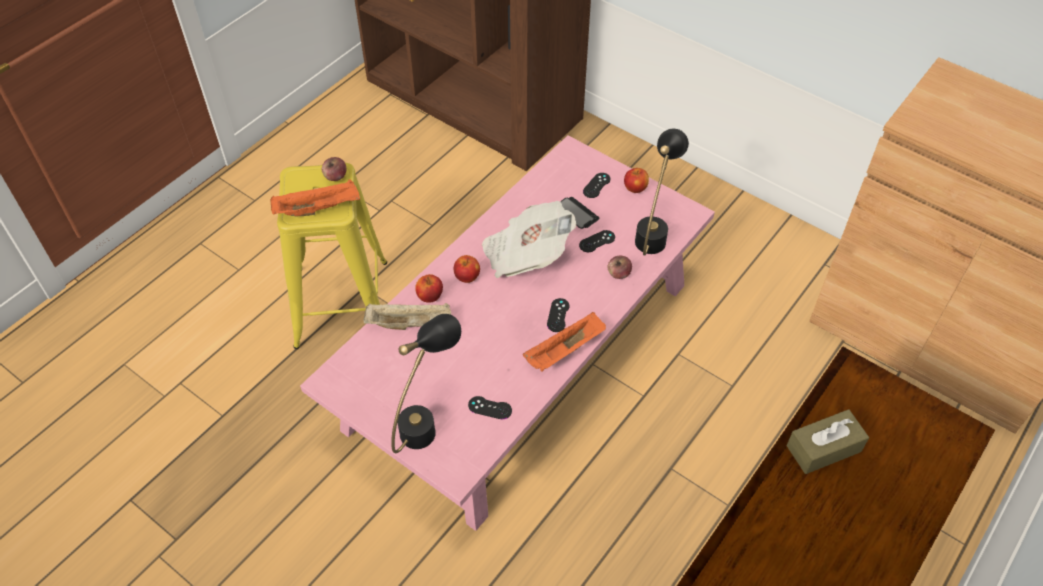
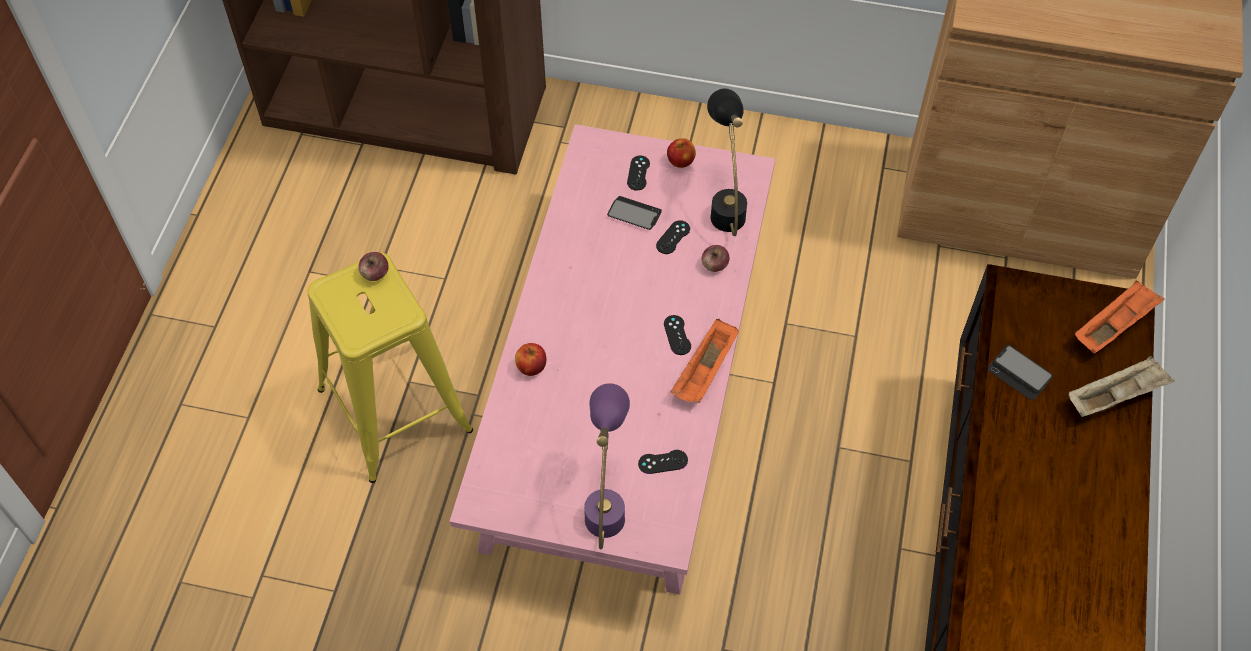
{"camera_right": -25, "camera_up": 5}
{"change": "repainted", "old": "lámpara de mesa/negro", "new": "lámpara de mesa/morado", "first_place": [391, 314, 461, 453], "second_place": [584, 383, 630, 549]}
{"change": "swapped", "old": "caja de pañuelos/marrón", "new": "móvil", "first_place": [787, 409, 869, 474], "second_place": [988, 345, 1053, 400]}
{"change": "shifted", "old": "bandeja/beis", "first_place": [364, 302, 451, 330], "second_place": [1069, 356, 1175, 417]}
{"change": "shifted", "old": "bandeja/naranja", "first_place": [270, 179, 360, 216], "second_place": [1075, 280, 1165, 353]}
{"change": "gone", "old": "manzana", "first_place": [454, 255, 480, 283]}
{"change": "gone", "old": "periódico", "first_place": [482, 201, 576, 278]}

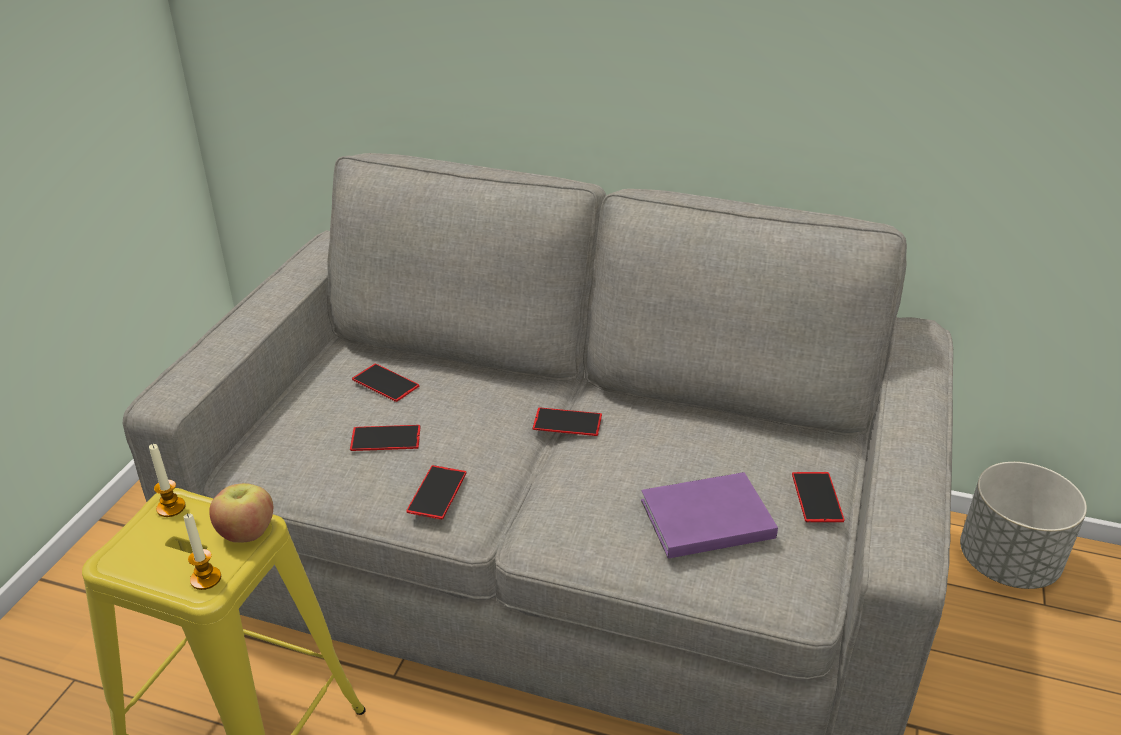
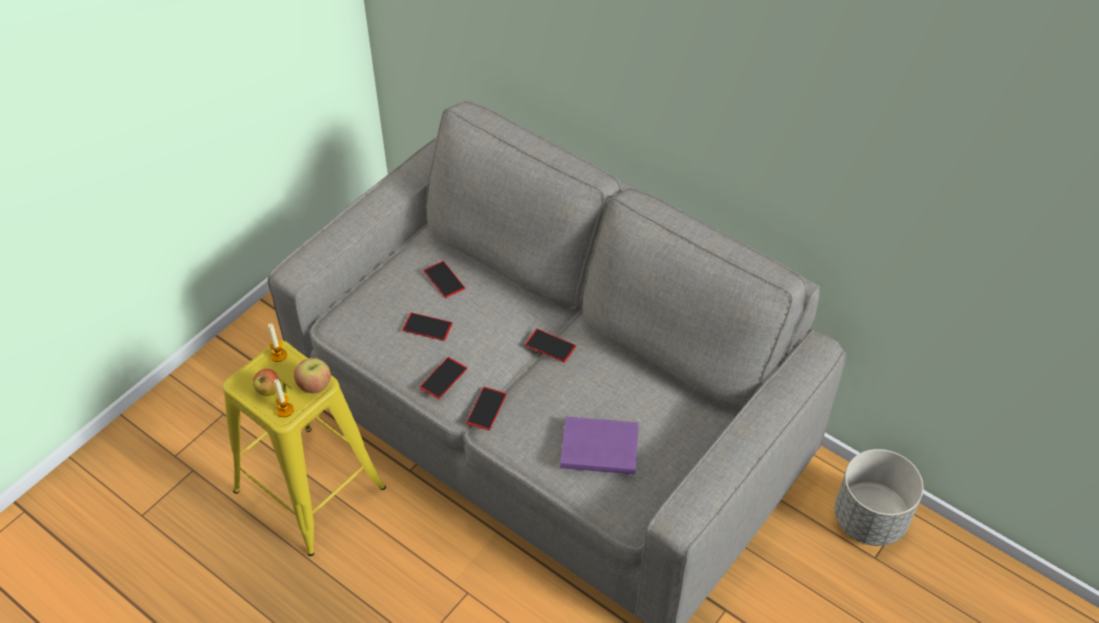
{"camera_right": 20, "camera_up": 15}
{"change": "new", "new": "manzana", "second_place": [253, 369, 281, 396]}
{"change": "shifted", "old": "móvil", "first_place": [792, 472, 844, 522], "second_place": [466, 387, 507, 430]}

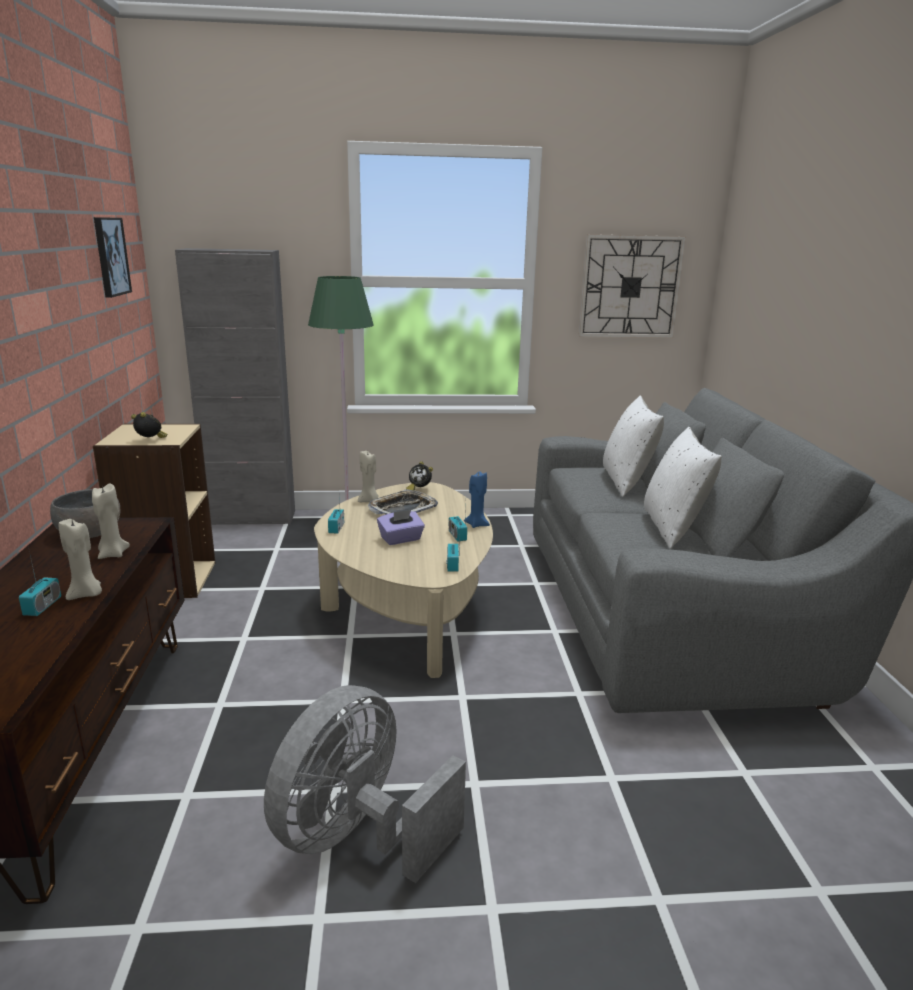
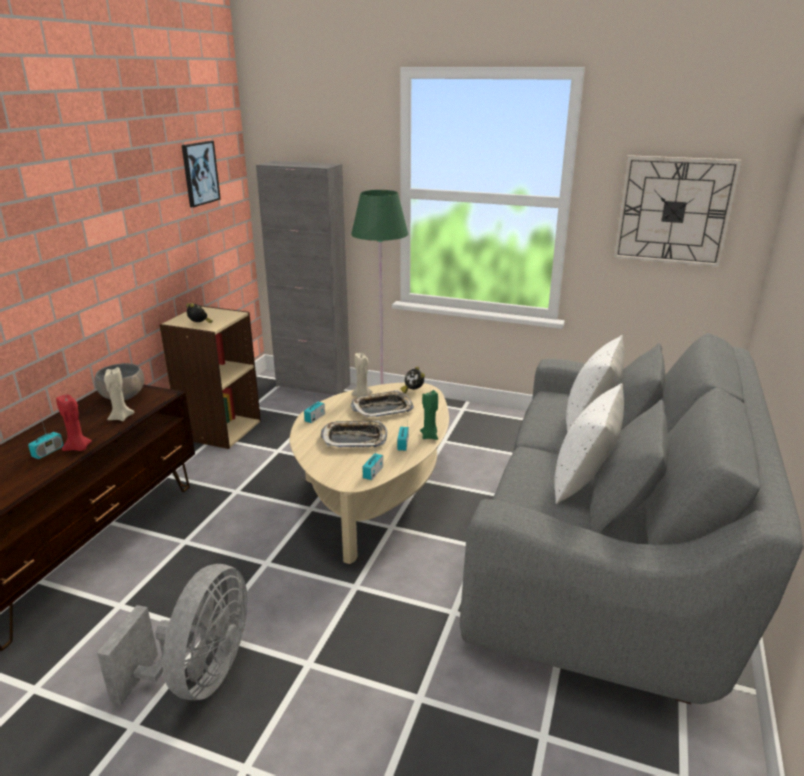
{"camera_right": 25, "camera_up": 5}
{"change": "repainted", "old": "vela/beis", "new": "vela/rojo", "first_place": [58, 519, 102, 600], "second_place": [56, 395, 92, 451]}
{"change": "rotated", "old": "ventilador/gris", "first_place": [264, 685, 466, 883], "second_place": [97, 564, 247, 705], "degrees": 135}
{"change": "swapped", "old": "caja de pañuelos/morado", "new": "bandeja", "first_place": [377, 510, 425, 545], "second_place": [320, 420, 388, 447]}
{"change": "repainted", "old": "vela/azul", "new": "vela/verde", "first_place": [464, 470, 490, 528], "second_place": [420, 390, 438, 440]}

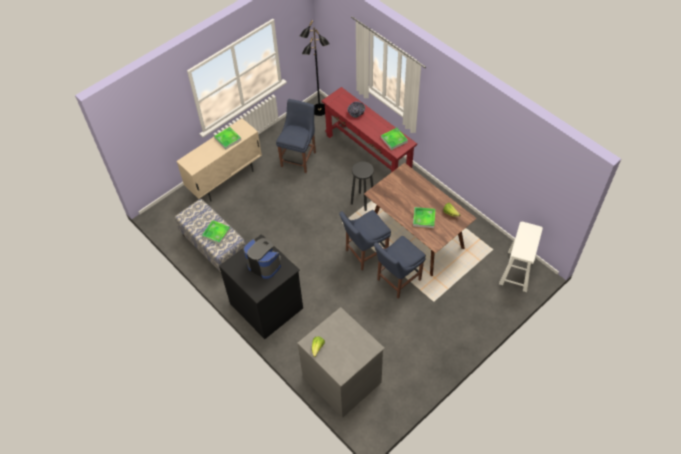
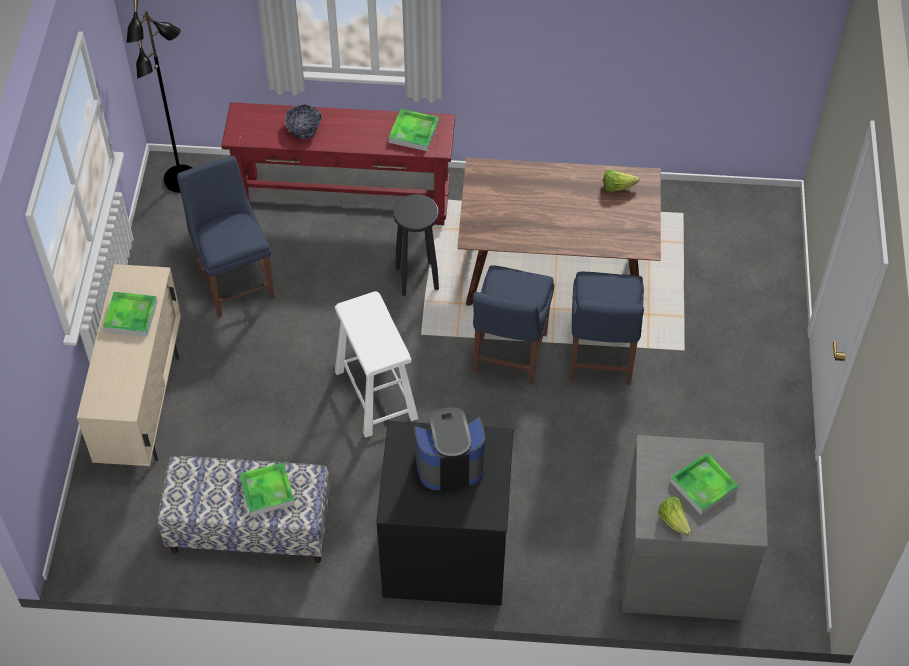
{"camera_right": -45, "camera_up": 0}
{"change": "shifted", "old": "taburete/blanco", "first_place": [499, 221, 543, 292], "second_place": [335, 291, 419, 437]}
{"change": "shifted", "old": "bandeja", "first_place": [413, 207, 435, 228], "second_place": [670, 452, 739, 515]}

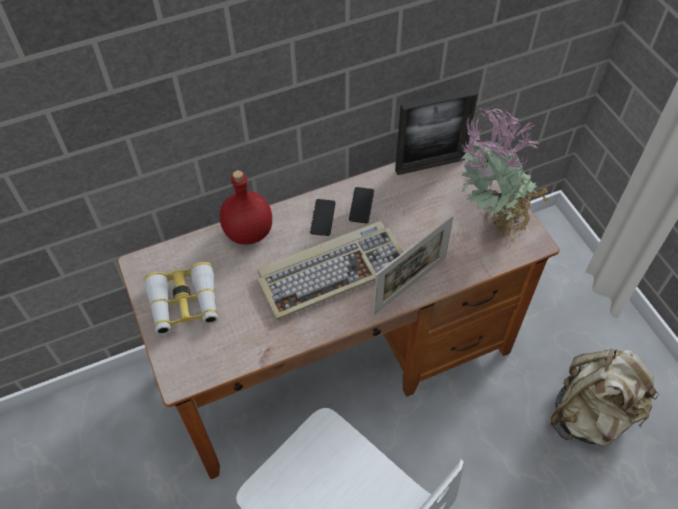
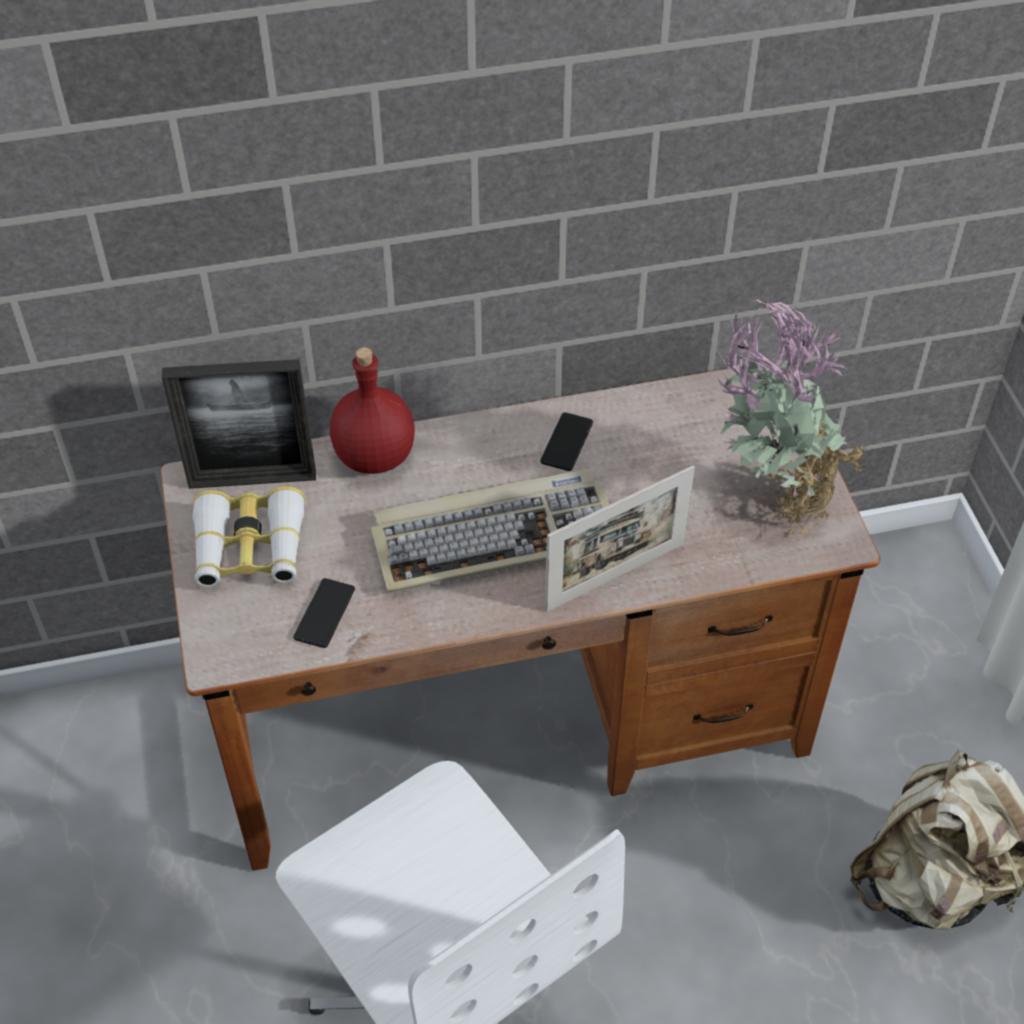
{"camera_right": 10, "camera_up": -5}
{"change": "shifted", "old": "portarretratos", "first_place": [395, 89, 478, 175], "second_place": [162, 359, 316, 489]}
{"change": "shifted", "old": "móvil", "first_place": [310, 199, 336, 236], "second_place": [293, 578, 355, 648]}

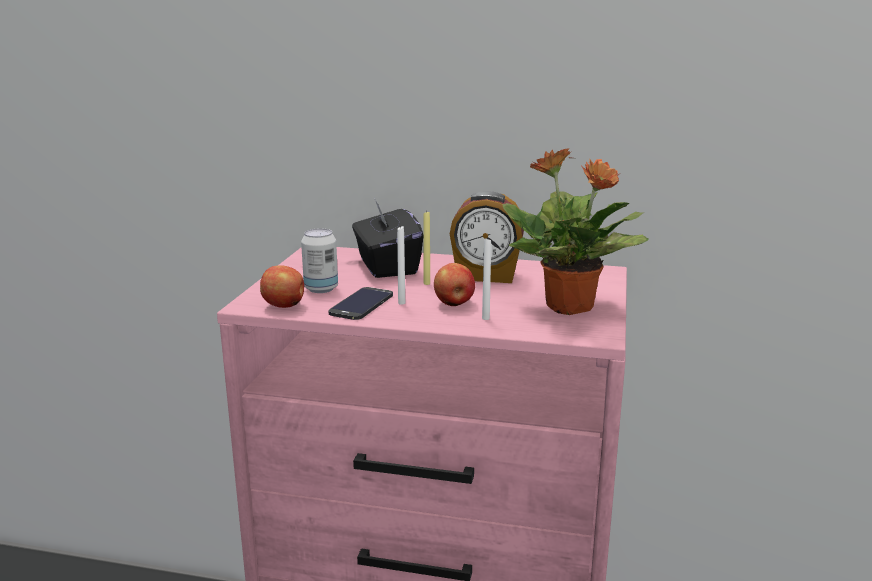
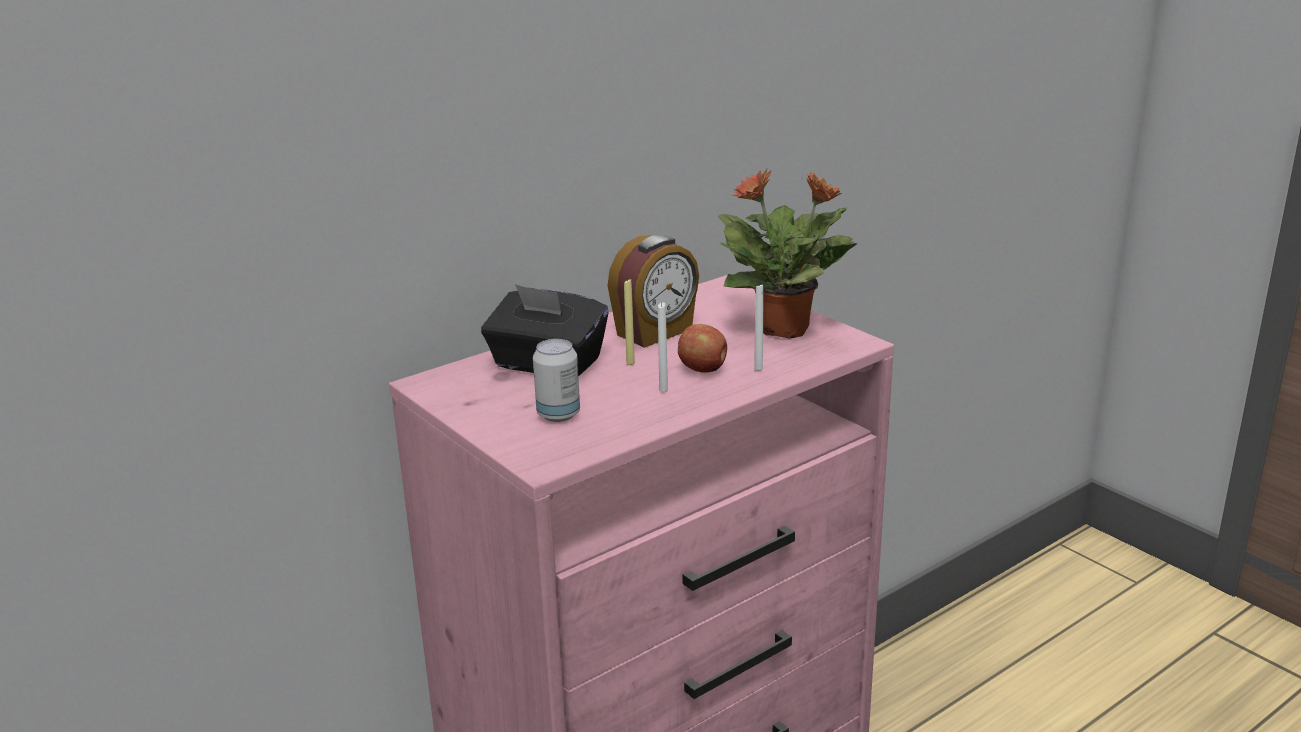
{"camera_right": -50, "camera_up": 5}
{"change": "gone", "old": "manzana", "first_place": [260, 265, 304, 308]}
{"change": "gone", "old": "móvil", "first_place": [329, 287, 393, 320]}

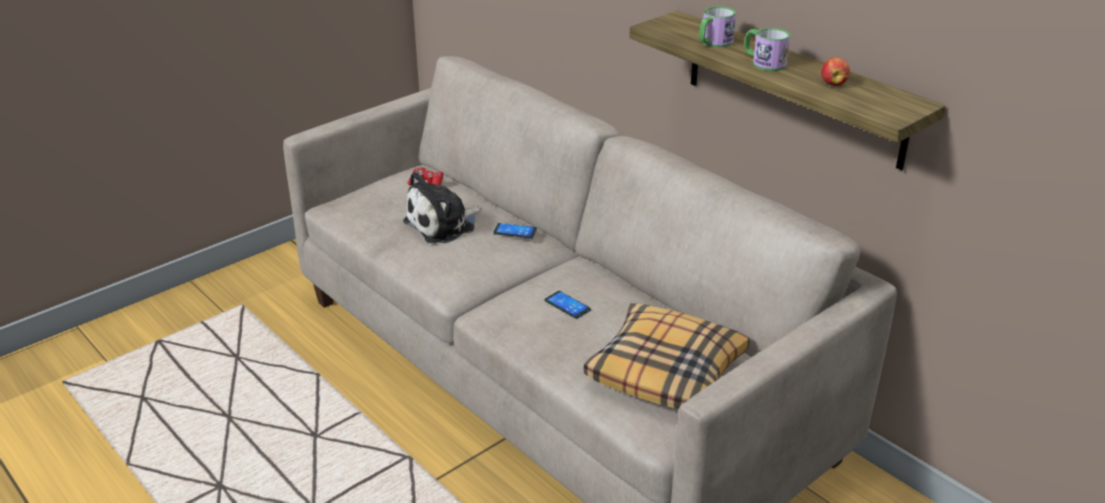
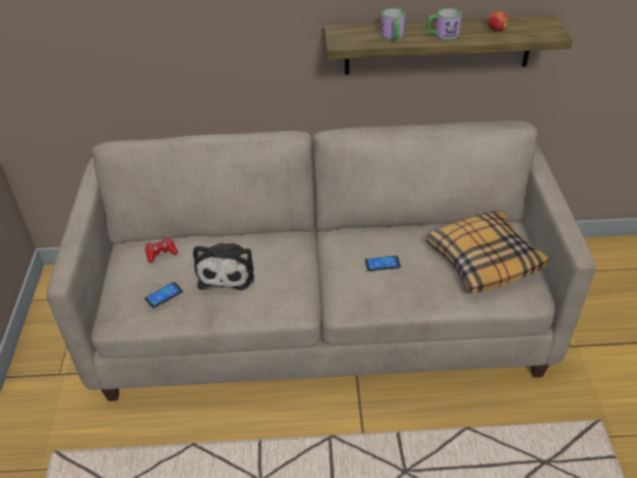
{"camera_right": -50, "camera_up": 10}
{"change": "shifted", "old": "móvil", "first_place": [493, 223, 537, 239], "second_place": [144, 282, 183, 308]}

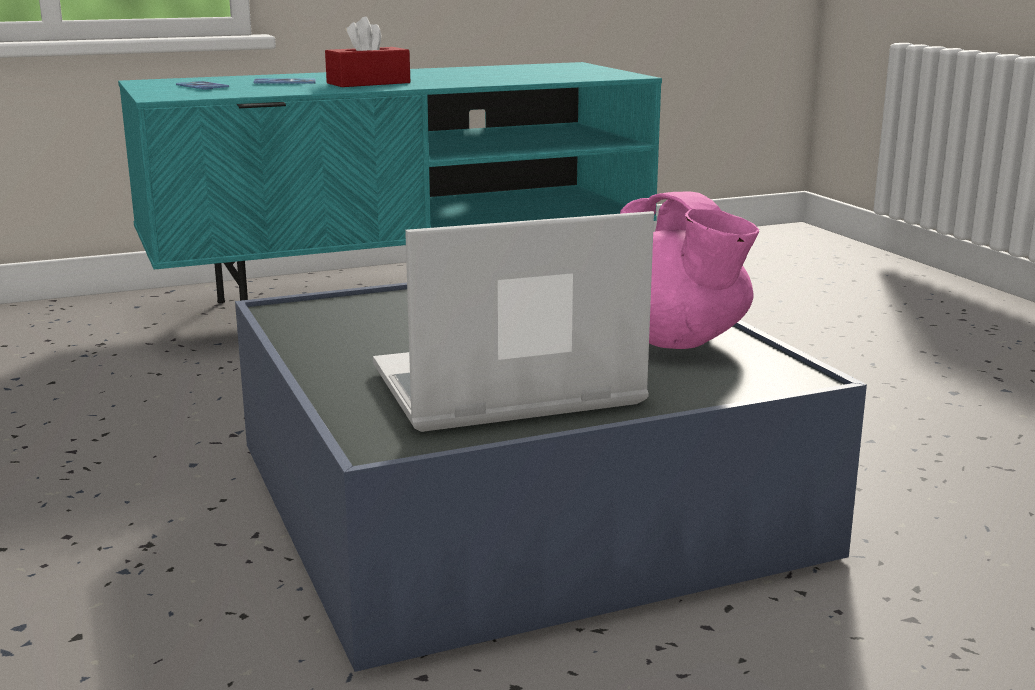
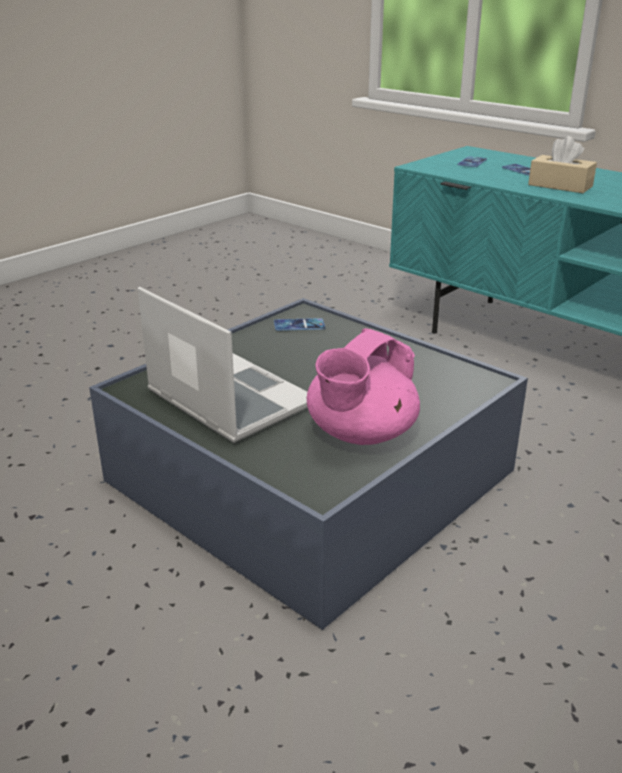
{"camera_right": 65, "camera_up": 10}
{"change": "new", "new": "móvil", "second_place": [274, 318, 325, 331]}
{"change": "repainted", "old": "caja de pañuelos/rojo", "new": "caja de pañuelos/beis", "first_place": [325, 17, 410, 87], "second_place": [528, 136, 597, 193]}

